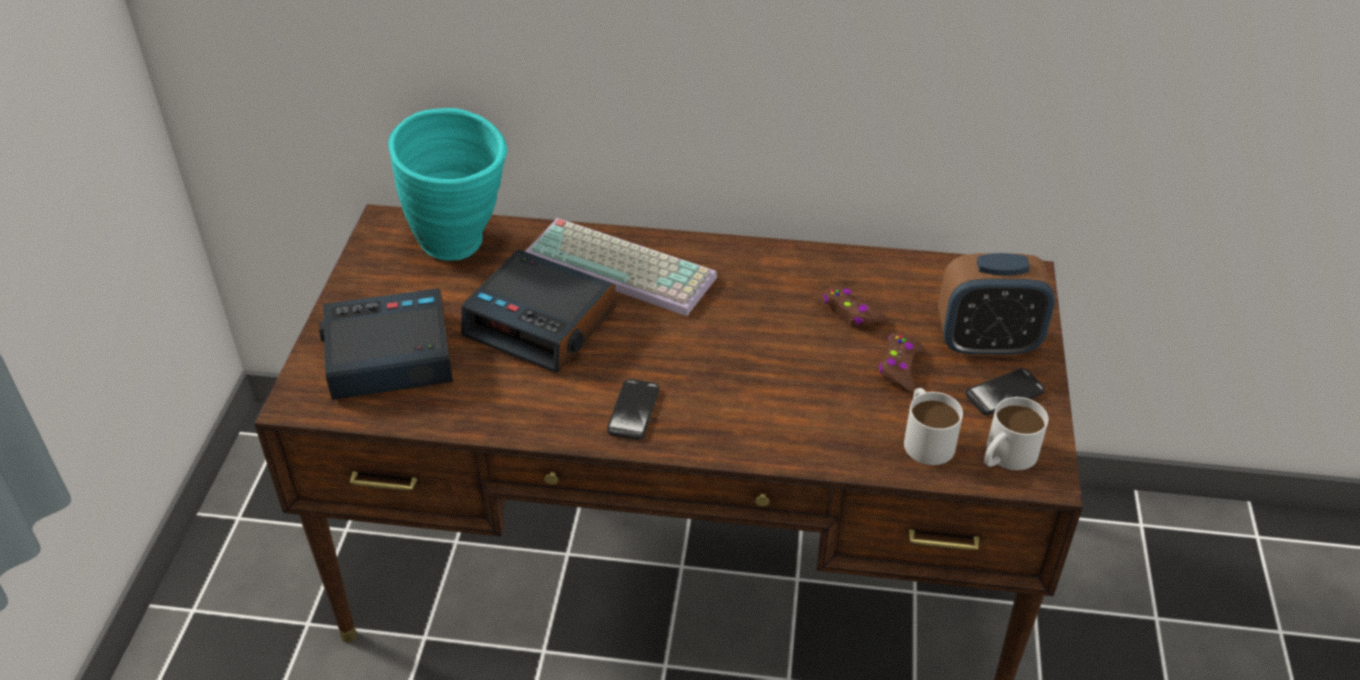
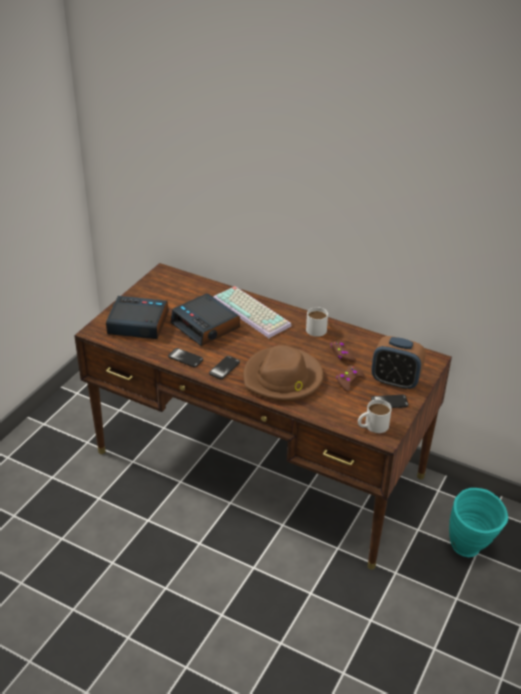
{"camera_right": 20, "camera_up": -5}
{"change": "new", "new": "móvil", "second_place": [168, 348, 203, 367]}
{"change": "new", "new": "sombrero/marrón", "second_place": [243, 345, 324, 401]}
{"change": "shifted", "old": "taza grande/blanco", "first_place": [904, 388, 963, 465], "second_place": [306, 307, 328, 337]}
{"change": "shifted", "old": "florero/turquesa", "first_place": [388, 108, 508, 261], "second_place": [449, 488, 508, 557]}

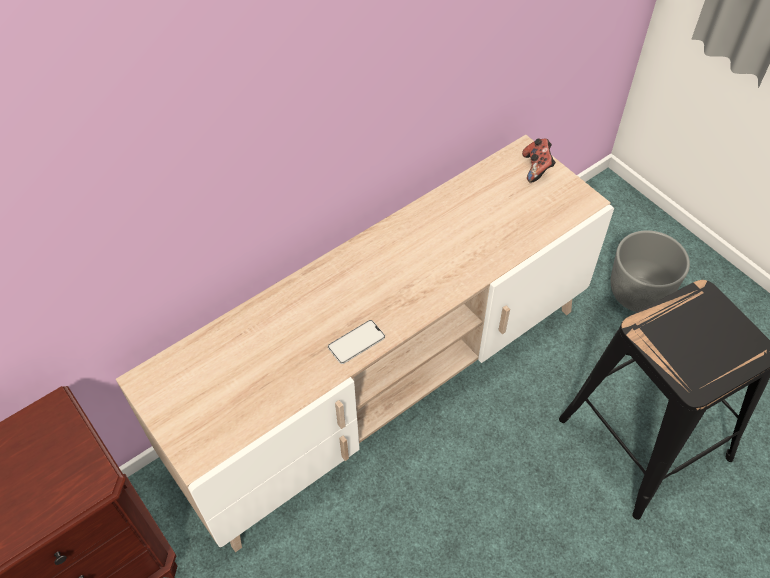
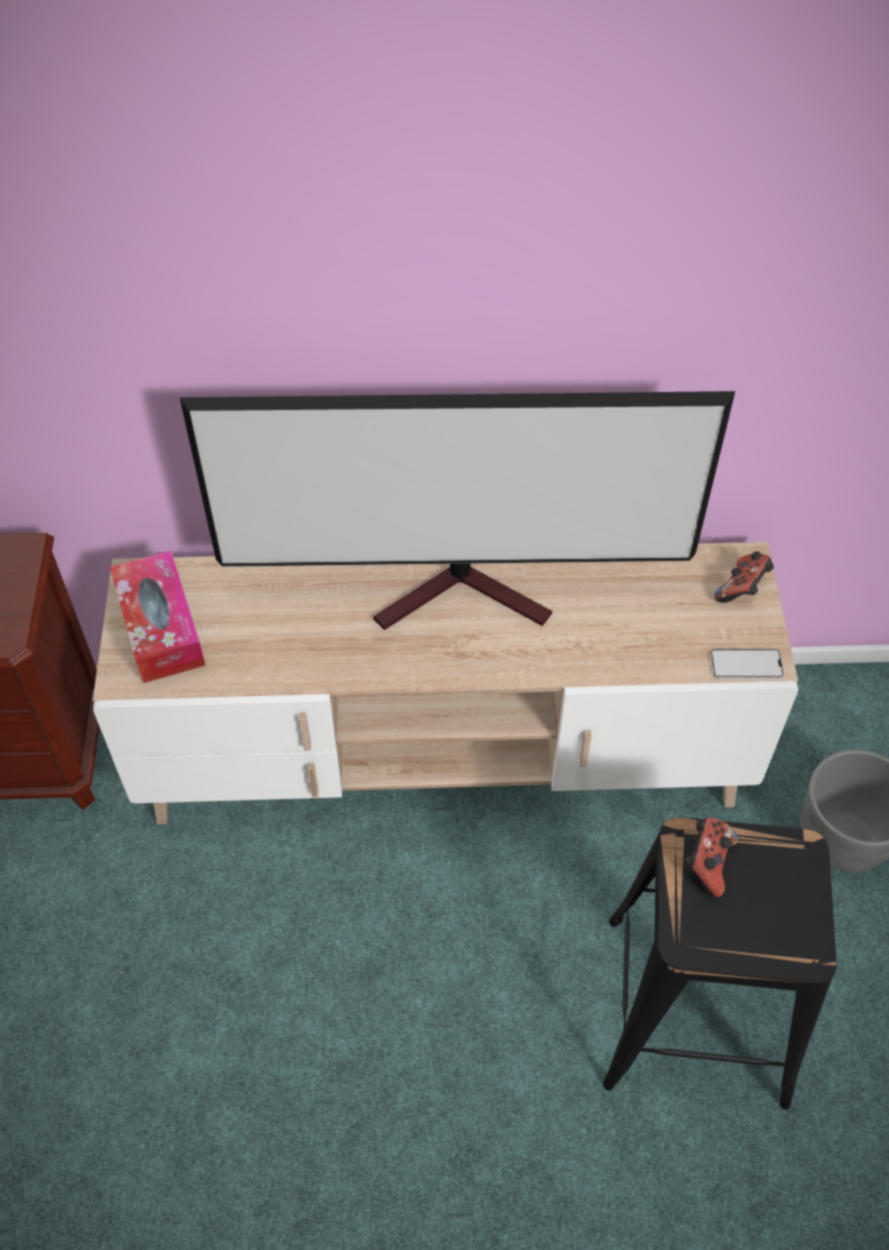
{"camera_right": 35, "camera_up": 0}
{"change": "new", "new": "caja de pañuelos", "second_place": [110, 550, 205, 683]}
{"change": "new", "new": "televisor", "second_place": [180, 391, 735, 630]}
{"change": "new", "new": "mando de consola", "second_place": [685, 817, 738, 897]}
{"change": "shifted", "old": "móvil", "first_place": [328, 320, 385, 364], "second_place": [710, 649, 784, 679]}

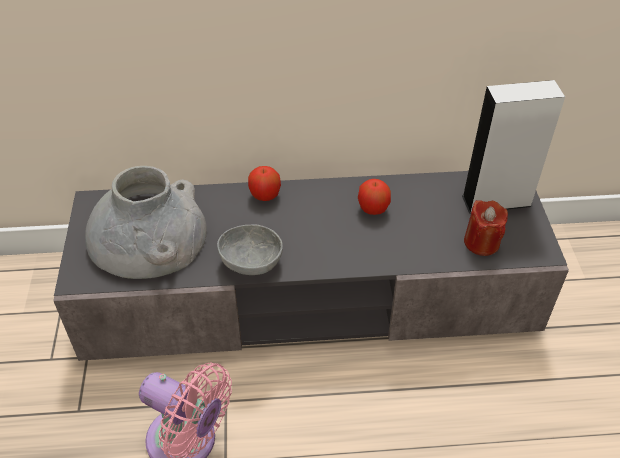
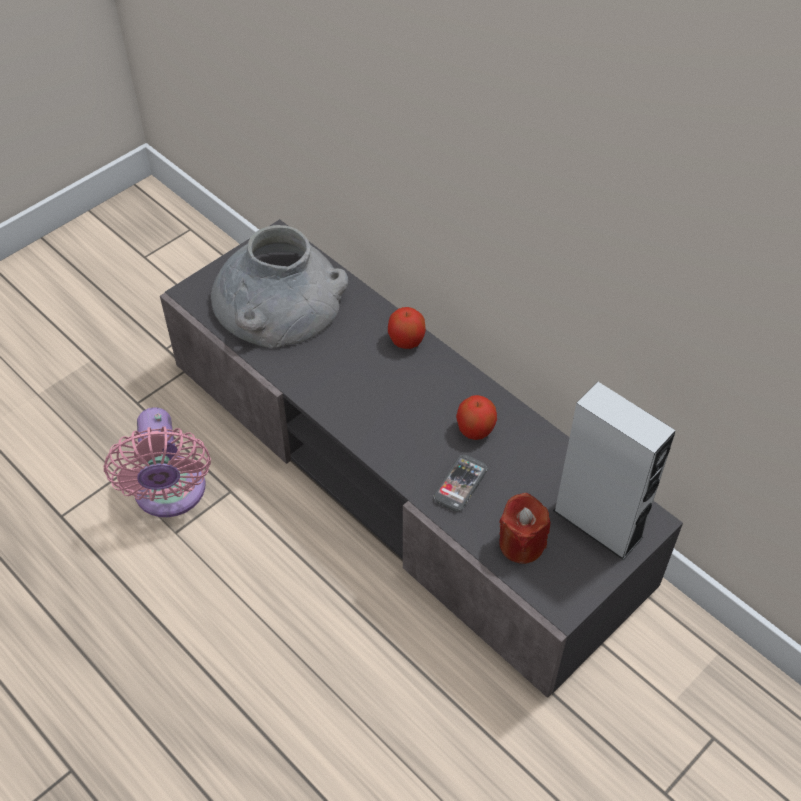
{"camera_right": 50, "camera_up": 5}
{"change": "new", "new": "móvil", "second_place": [433, 455, 488, 512]}
{"change": "gone", "old": "cuenco/gris", "first_place": [217, 224, 283, 275]}

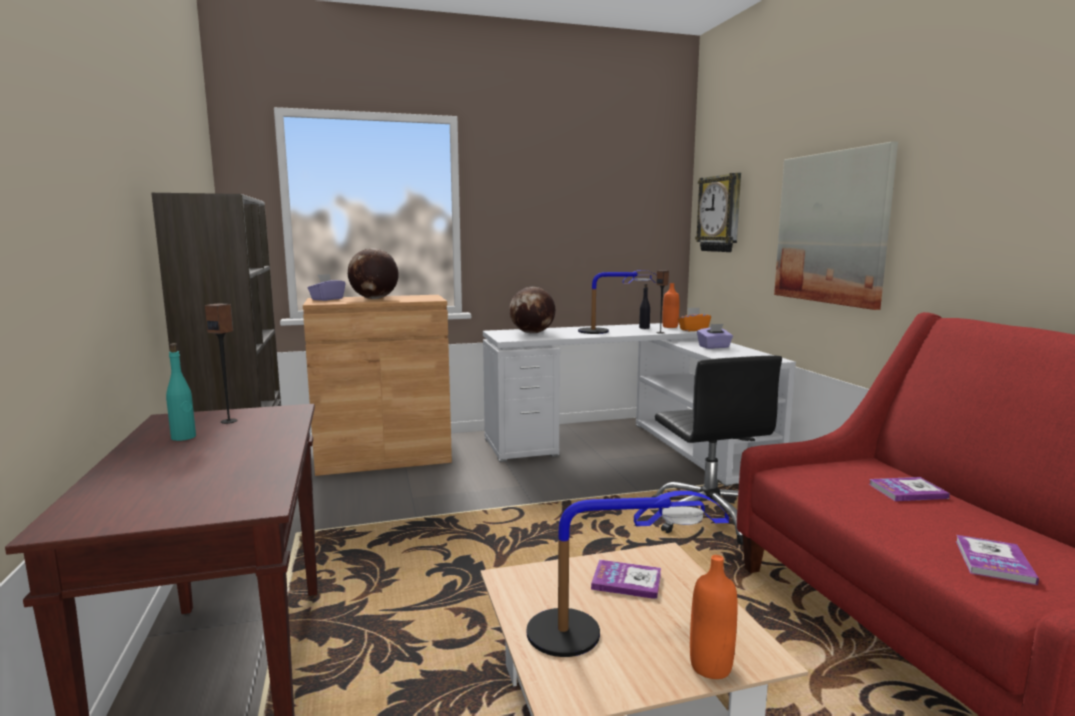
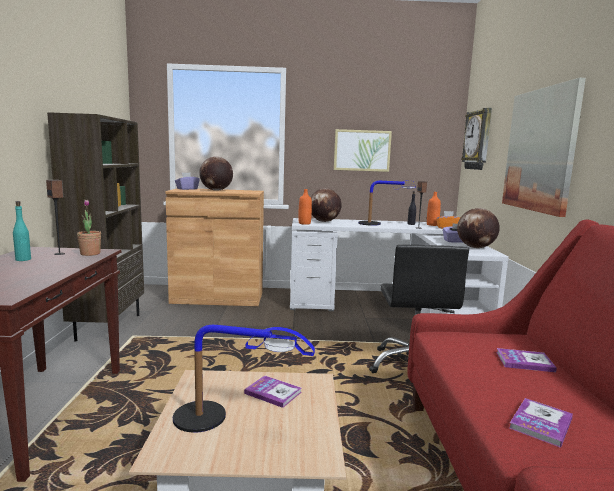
{"camera_right": 15, "camera_up": 0}
{"change": "new", "new": "planta en maceta", "second_place": [77, 200, 101, 256]}
{"change": "shifted", "old": "botella/naranja", "first_place": [690, 555, 738, 679], "second_place": [298, 189, 312, 225]}
{"change": "new", "new": "cuadro", "second_place": [334, 129, 392, 172]}
{"change": "new", "new": "globo terráqueo", "second_place": [457, 208, 500, 248]}

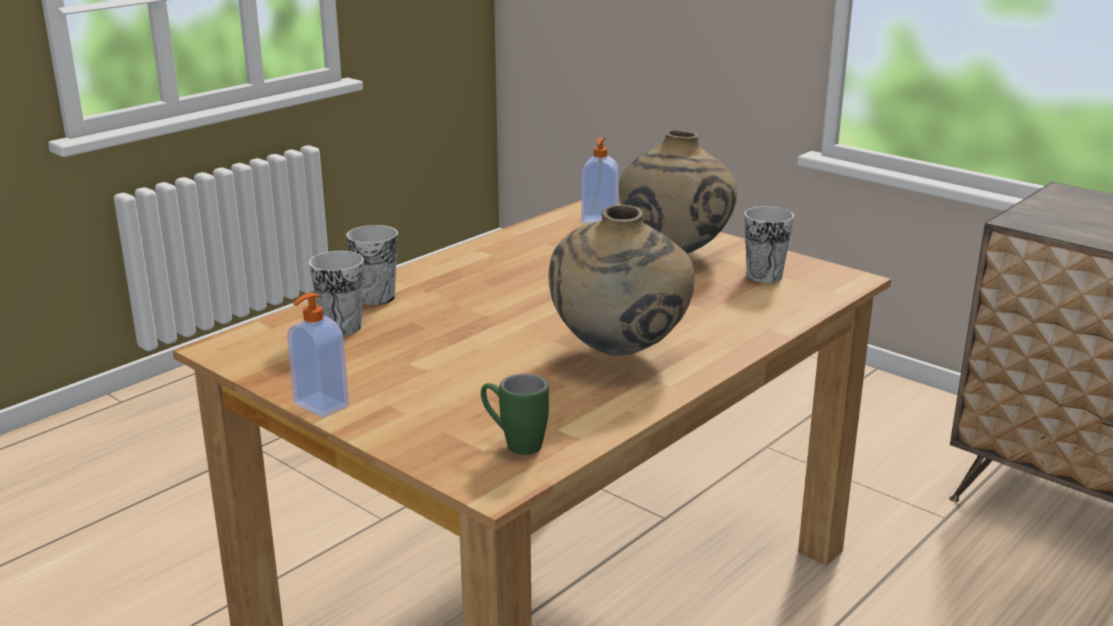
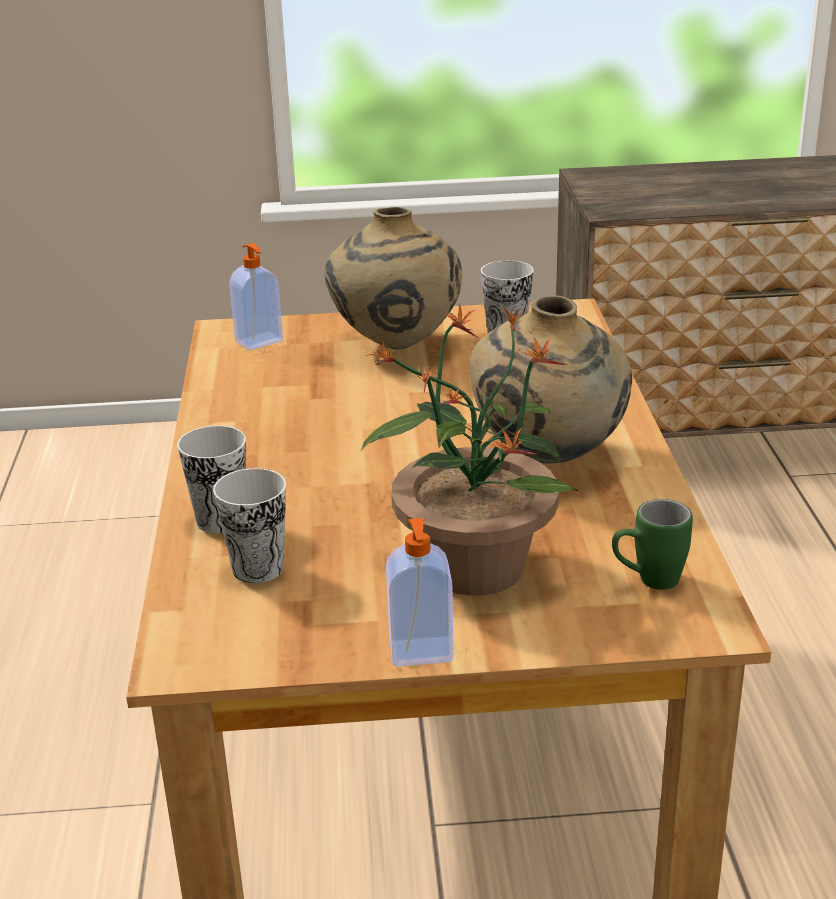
{"camera_right": -45, "camera_up": 5}
{"change": "new", "new": "planta en maceta", "second_place": [361, 303, 578, 596]}

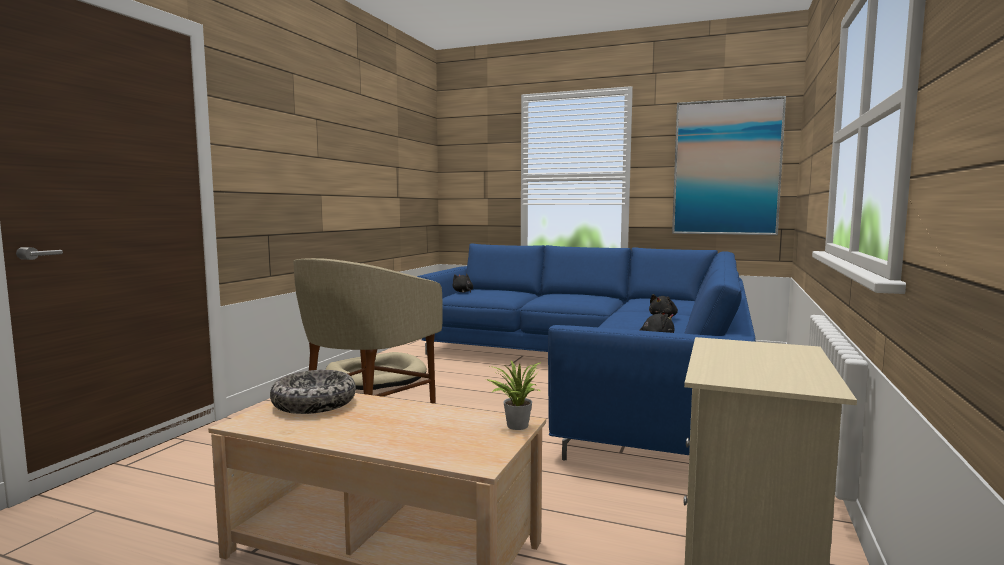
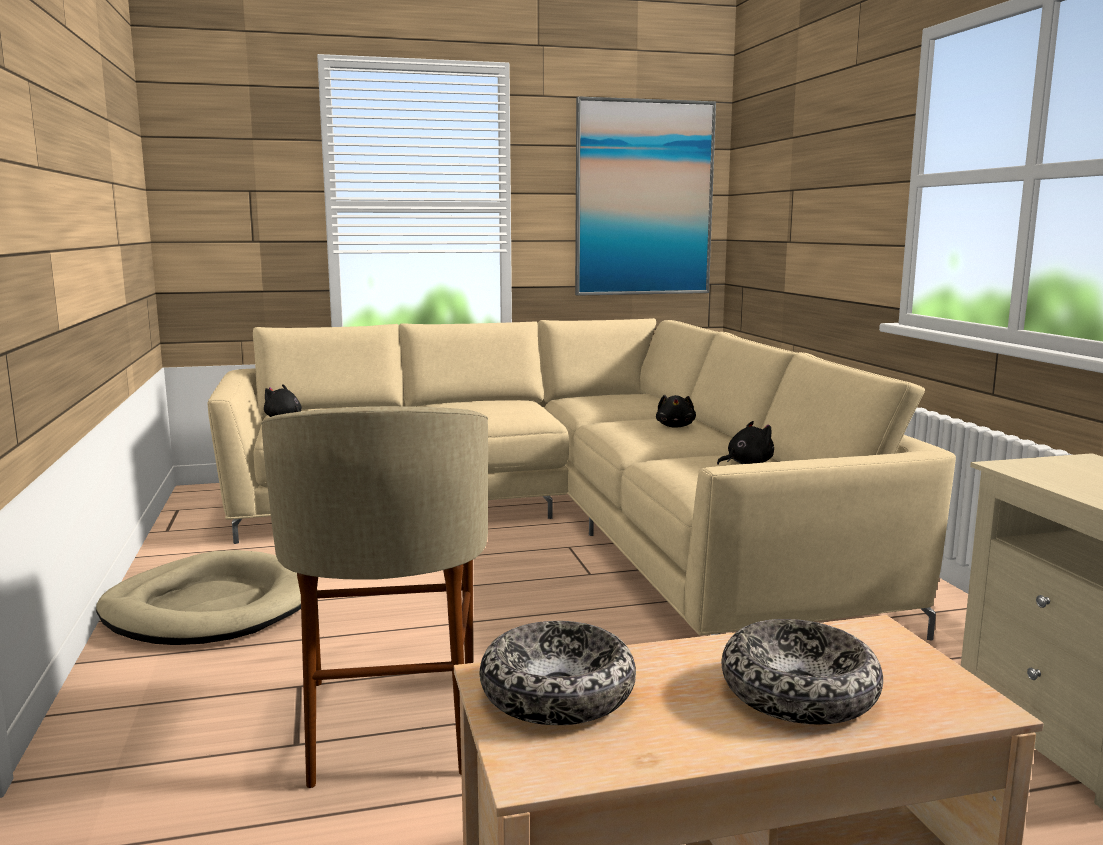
{"camera_right": -35, "camera_up": 5}
{"change": "repainted", "old": "sofá/azul", "new": "sofá/beis", "first_place": [417, 243, 756, 460], "second_place": [207, 318, 956, 640]}
{"change": "new", "new": "cuenco", "second_place": [722, 619, 883, 724]}
{"change": "gone", "old": "planta en maceta", "first_place": [486, 360, 541, 430]}

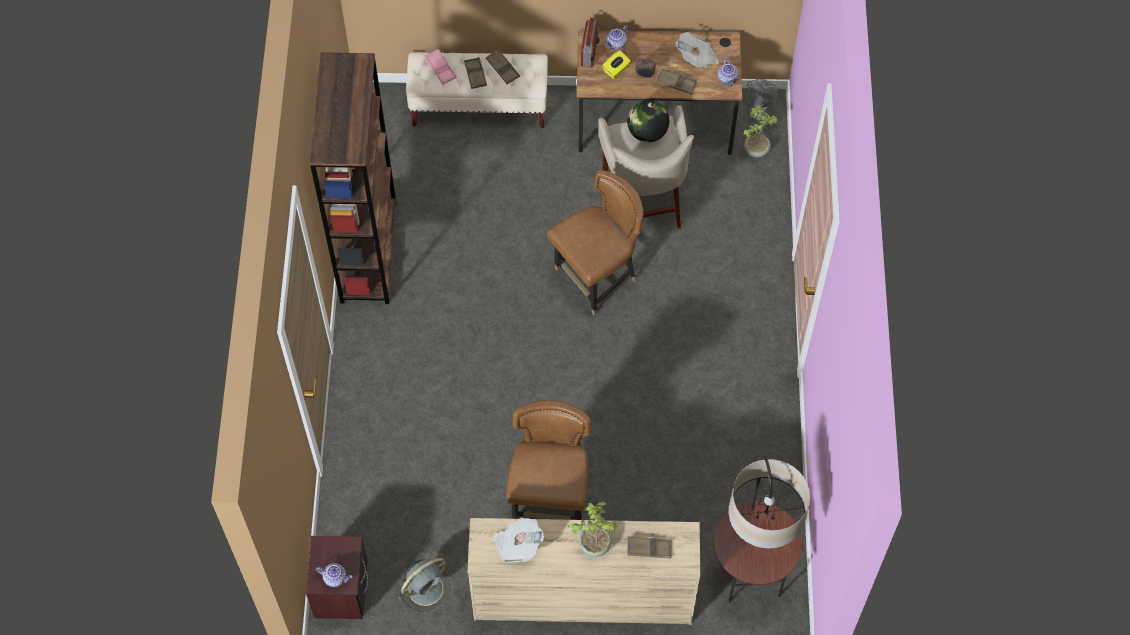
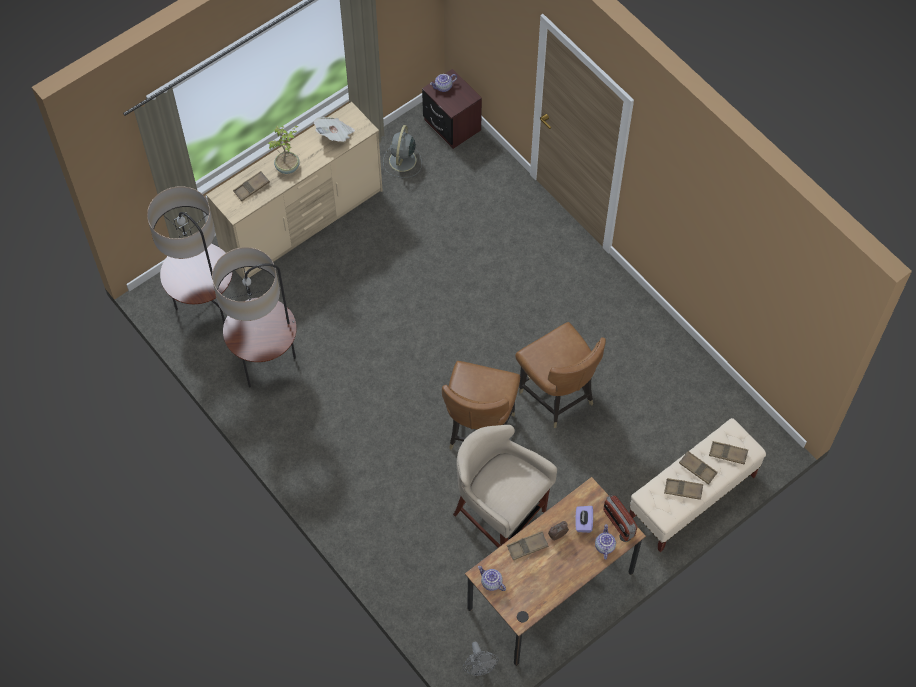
{"camera_right": 140, "camera_up": 0}
{"change": "new", "new": "lámpara de pie", "second_place": [212, 247, 297, 387]}
{"change": "shifted", "old": "silla/marrón", "first_place": [506, 400, 592, 520], "second_place": [515, 322, 606, 428]}
{"change": "repainted", "old": "caja de pañuelos/amarillo", "new": "caja de pañuelos/morado", "first_place": [602, 50, 631, 79], "second_place": [575, 506, 593, 533]}
{"change": "repainted", "old": "bandeja/rosa", "new": "bandeja/marrón", "first_place": [424, 49, 457, 84], "second_place": [709, 441, 748, 465]}
{"change": "gone", "old": "estantería/marrón", "first_place": [309, 52, 397, 304]}
{"change": "gone", "old": "globo terráqueo", "first_place": [627, 100, 669, 142]}
{"change": "gone", "old": "periódico", "first_place": [675, 32, 719, 69]}
{"change": "gone", "old": "planta en maceta", "first_place": [743, 105, 778, 157]}

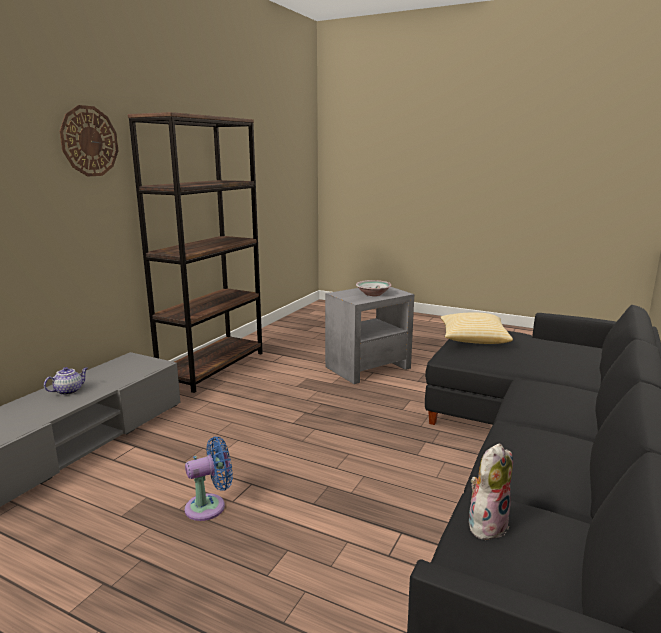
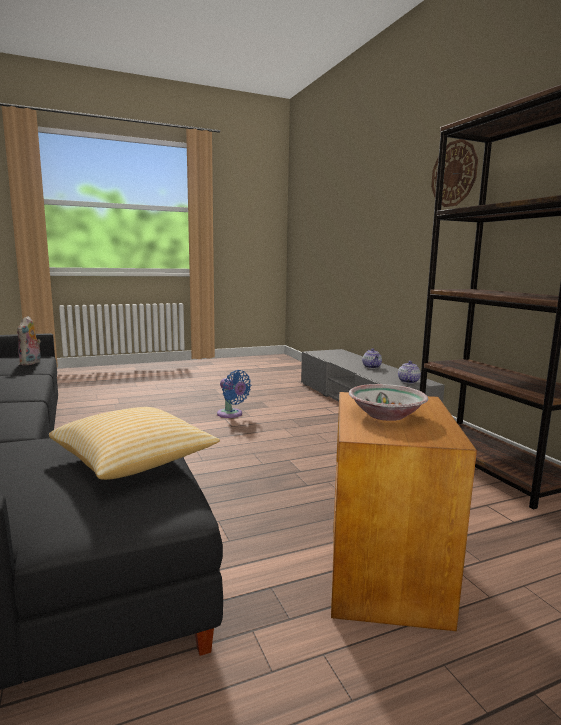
{"camera_right": 130, "camera_up": -5}
{"change": "rotated", "old": "ventilador/azul", "first_place": [185, 437, 233, 521], "second_place": [217, 370, 251, 418], "degrees": -60}
{"change": "repainted", "old": "mesa auxiliar/gris", "new": "mesa auxiliar/marrón", "first_place": [325, 287, 414, 384], "second_place": [331, 392, 477, 631]}
{"change": "new", "new": "tetera", "second_place": [398, 361, 421, 384]}

